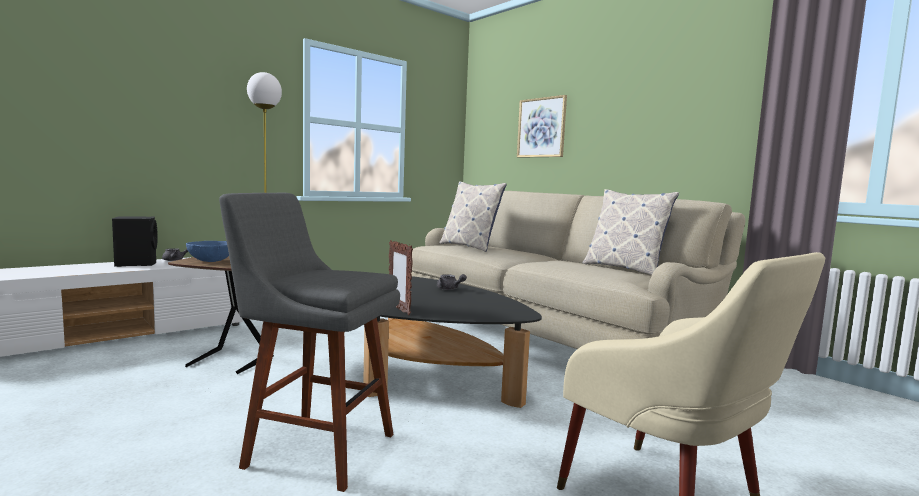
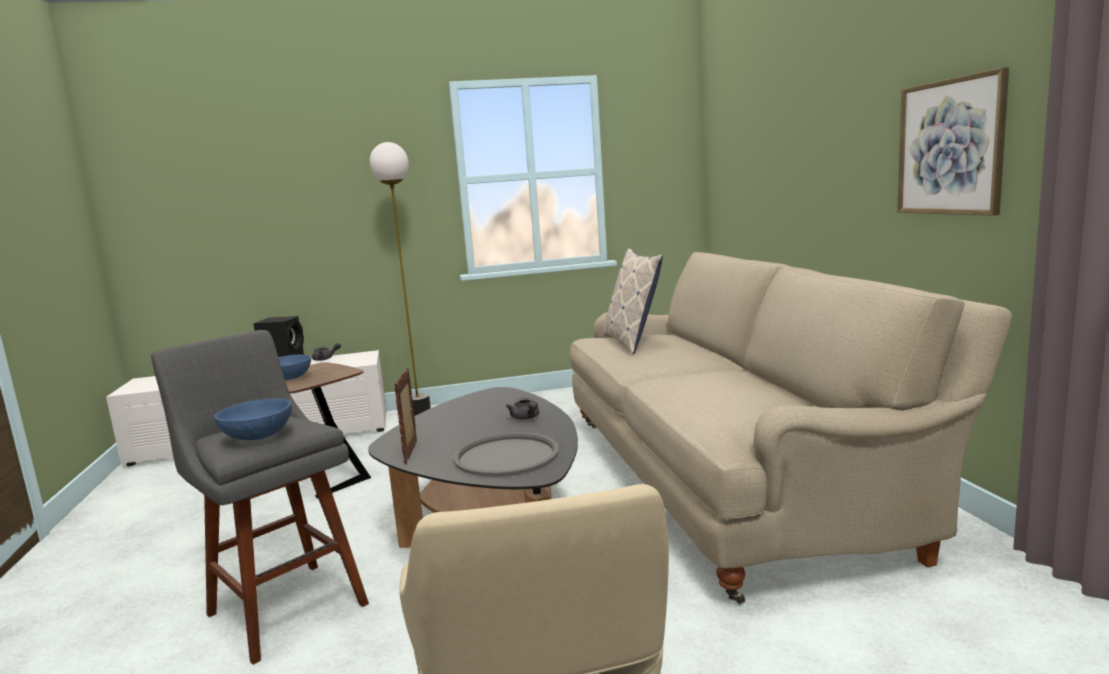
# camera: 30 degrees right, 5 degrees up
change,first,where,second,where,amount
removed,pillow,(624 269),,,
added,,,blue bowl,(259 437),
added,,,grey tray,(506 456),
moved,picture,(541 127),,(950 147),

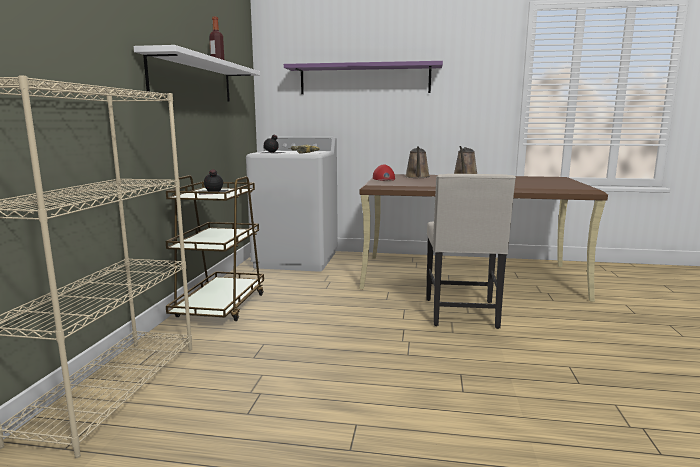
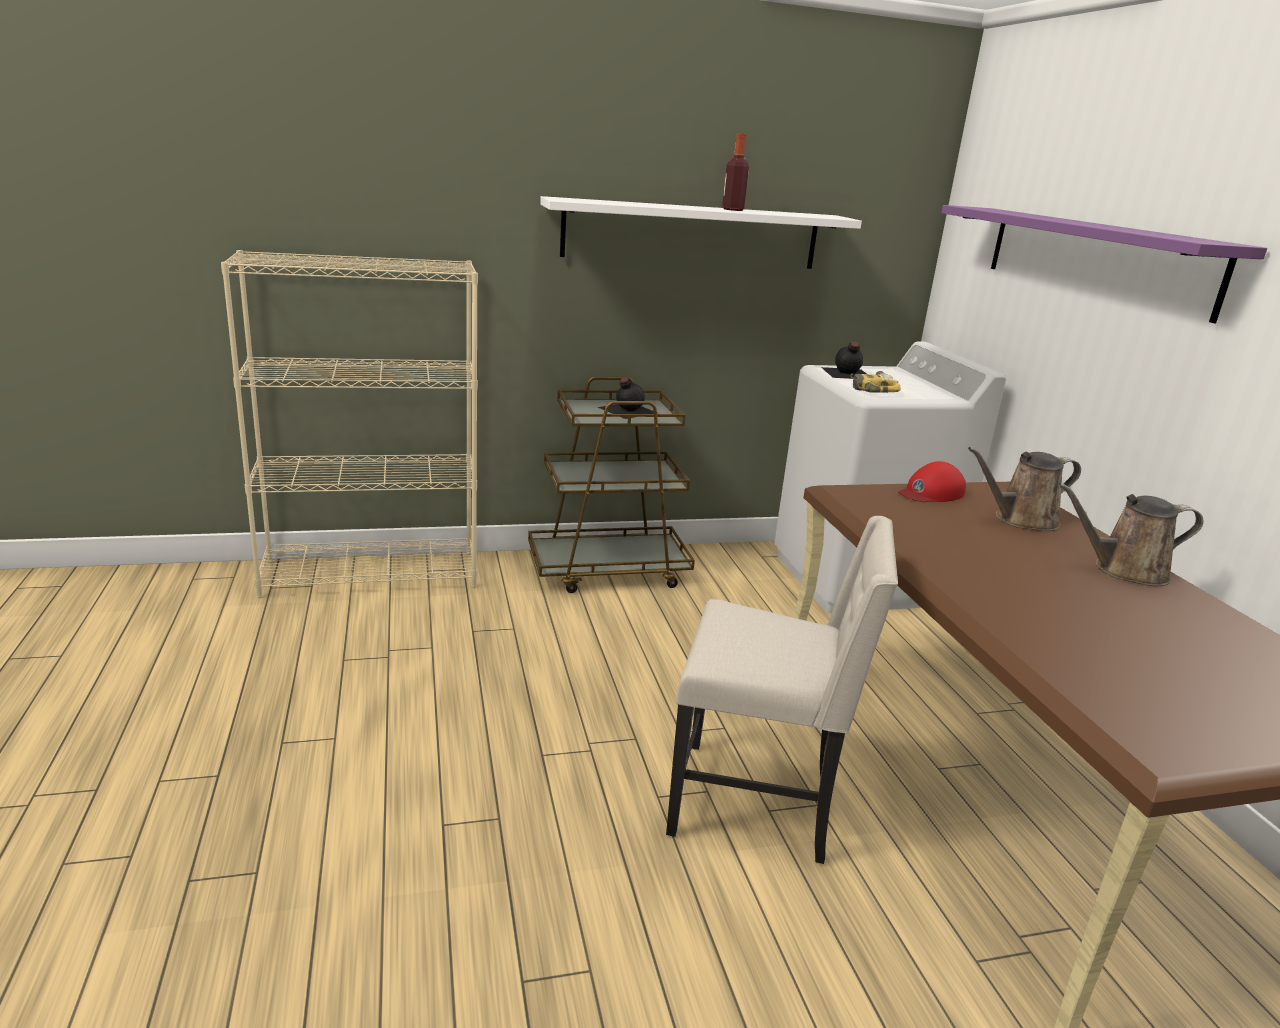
# camera: 65 degrees right, 10 degrees up
change,first,where,second,where,amount
turned,beige chair,(462 314),,(756 803),150 degrees counterclockwise

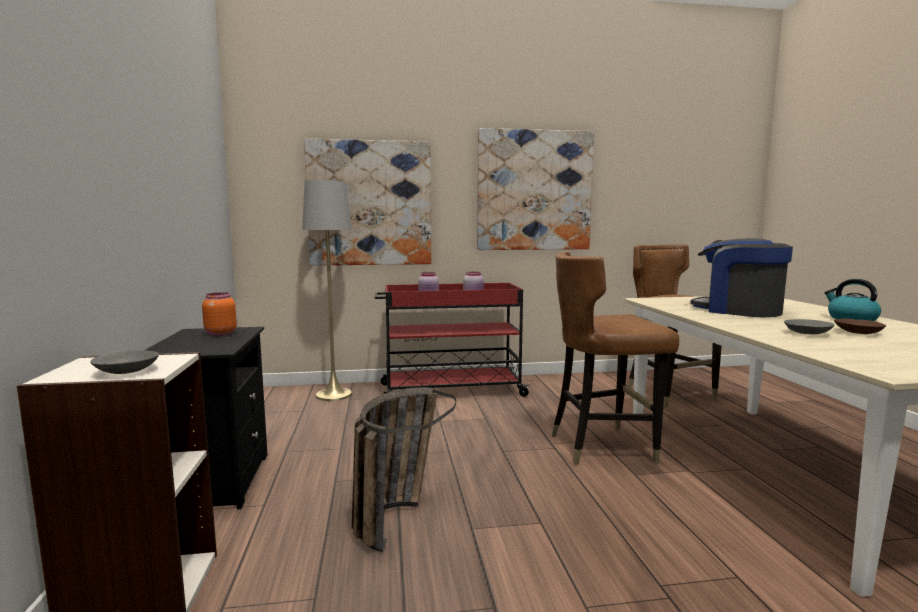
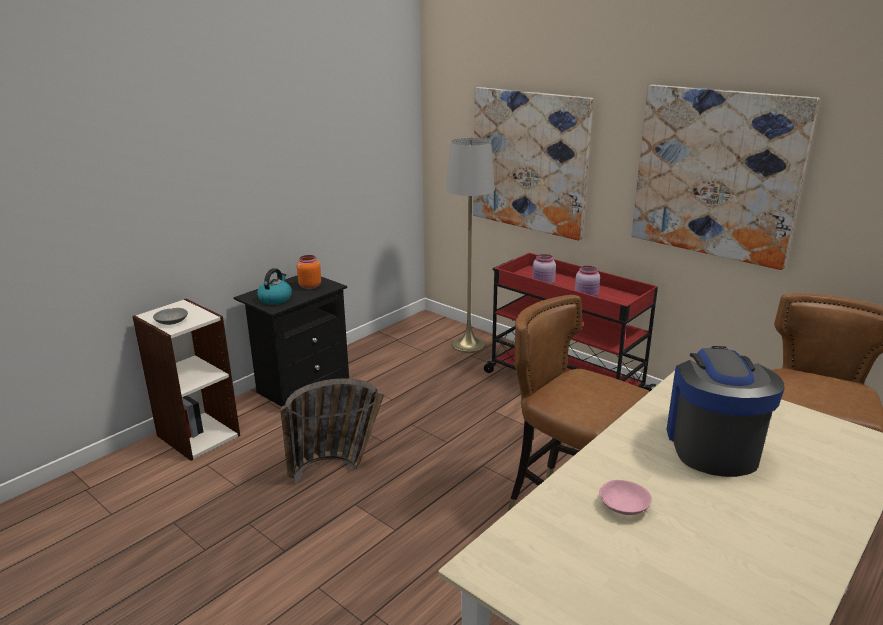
# camera: 50 degrees right, 15 degrees up
change,first,where,second,where,amount
removed,brown bowl,(858 332),,,
moved,kettle,(851 319),,(275 299),
recoloured,grey bowl,(806 333),pink bowl,(623 505),

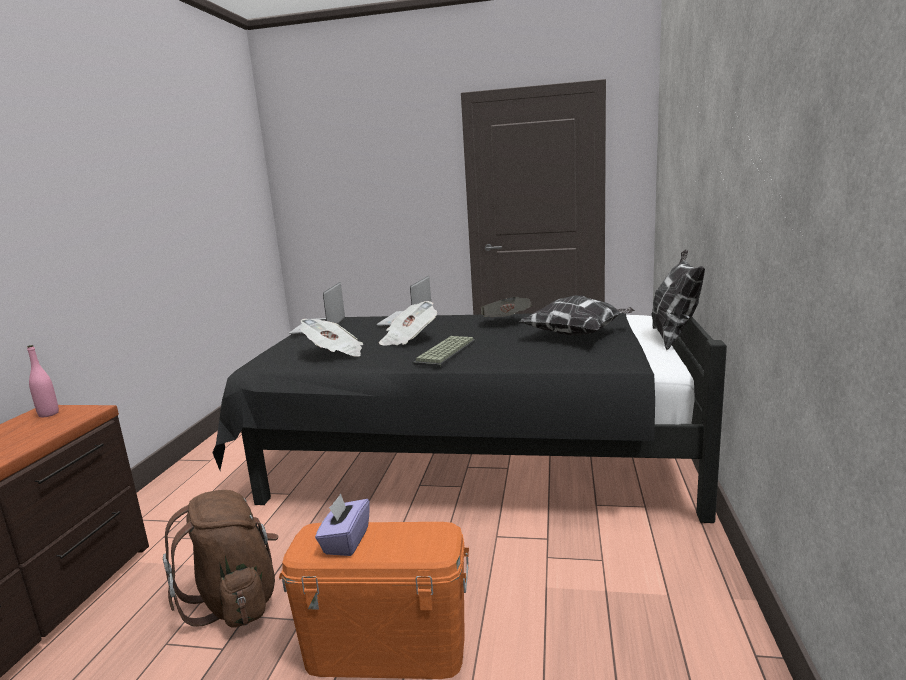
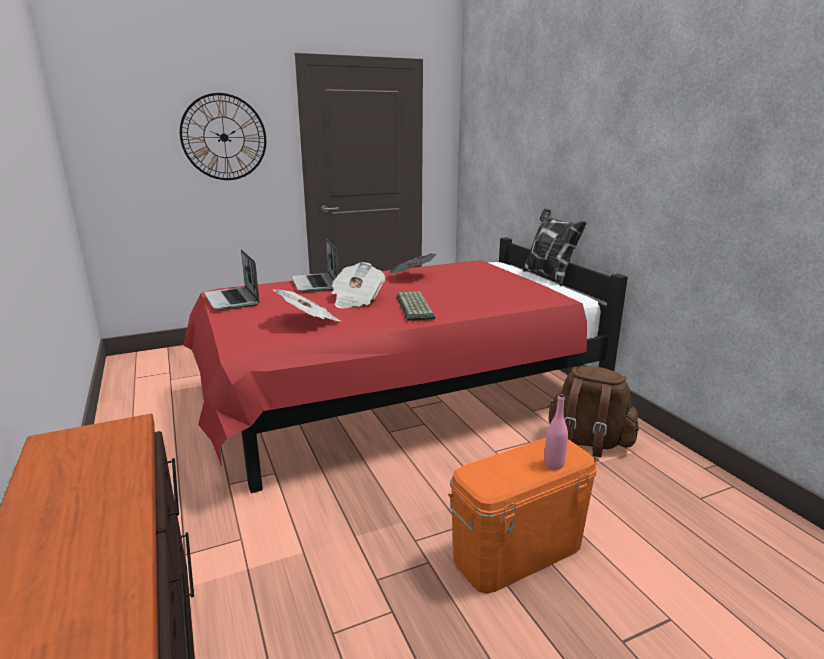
# camera: 35 degrees left, 5 degrees up
change,first,where,second,where,amount
removed,purple tissue box,(345 541),,,
removed,pillow,(578 335),,,
added,,,wall clock,(224 137),
moved,pink bottle,(48 414),,(554 464),
moved,brown backpack,(236 601),,(588 442),
recoloured,black bed,(467 452),red bed,(395 396),

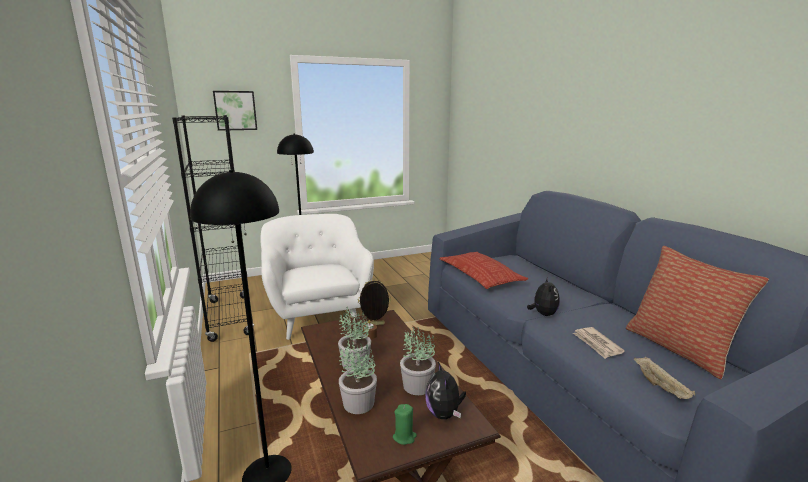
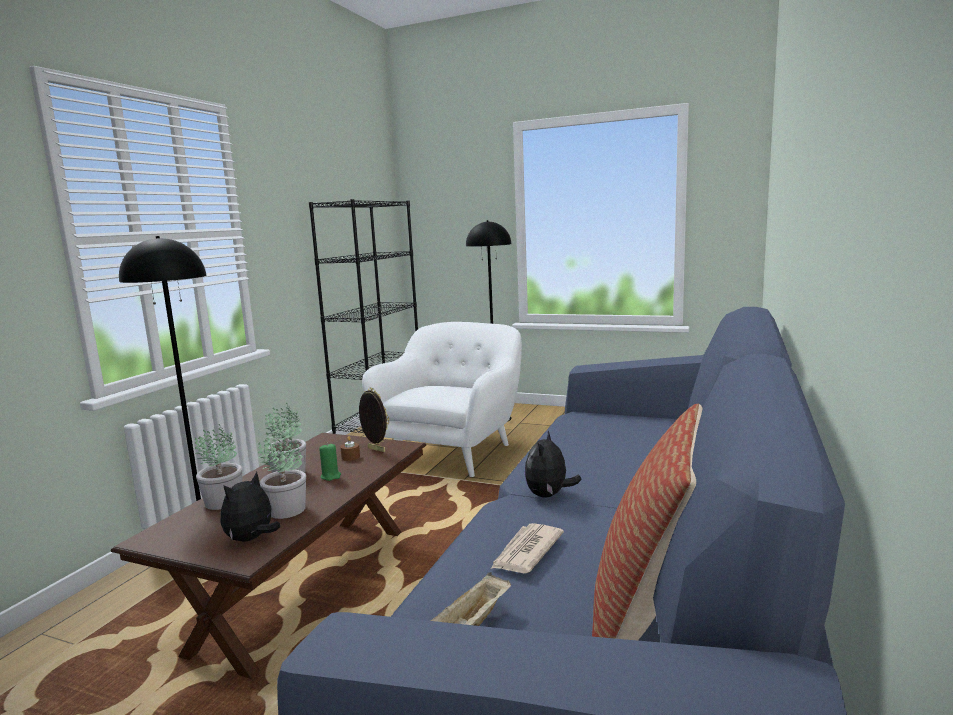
# camera: 45 degrees right, 5 degrees down
change,first,where,second,where,amount
removed,picture,(235 110),,,
removed,pillow,(480 275),,,
moved,green candle,(404 437),,(331 476),
turned,plush toy,(543 314),,(549 495),150 degrees clockwise

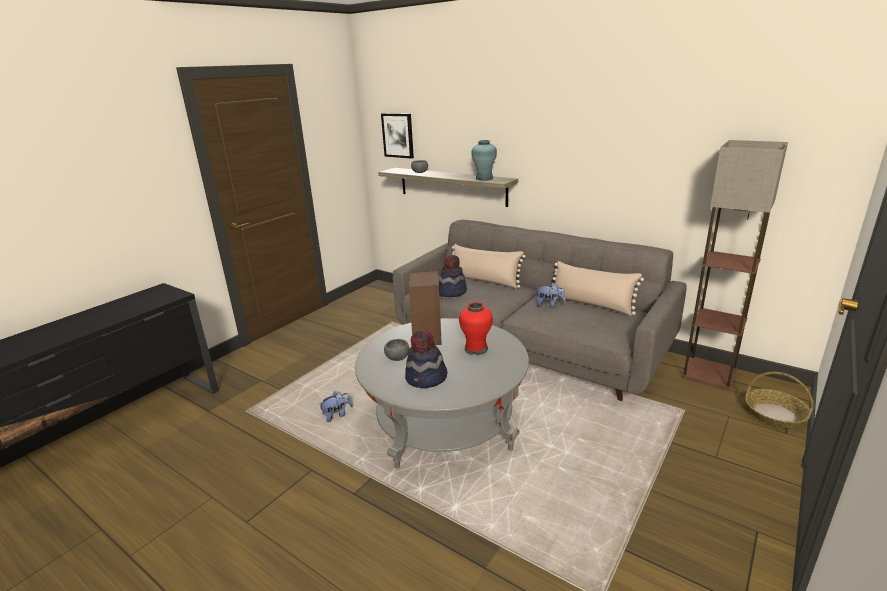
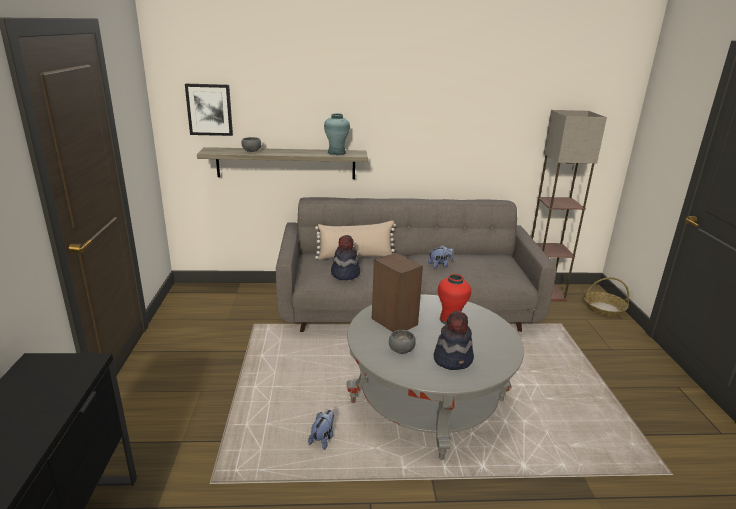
# camera: 40 degrees left, 0 degrees up
change,first,where,second,where,amount
removed,beige pillow,(591 304),,,

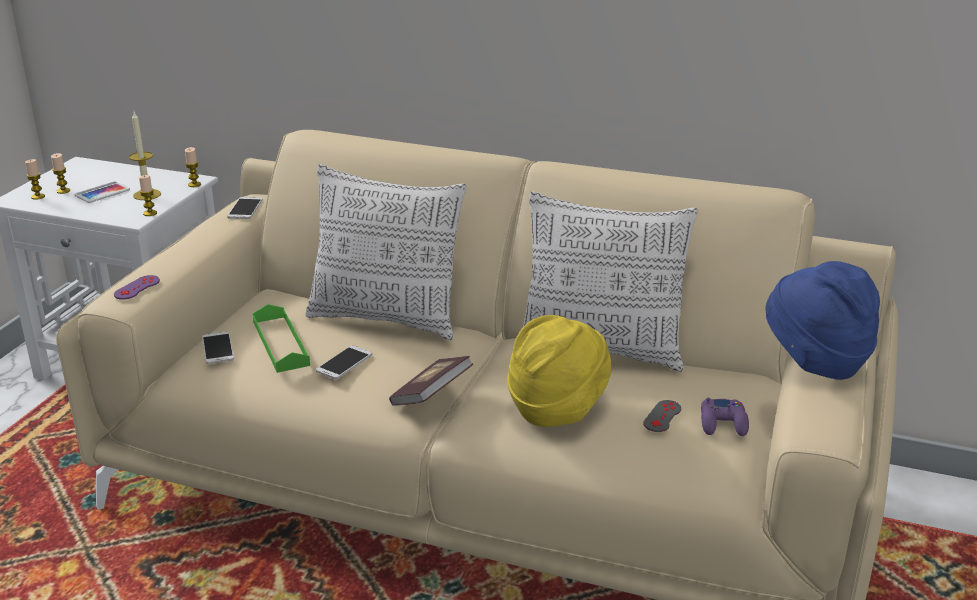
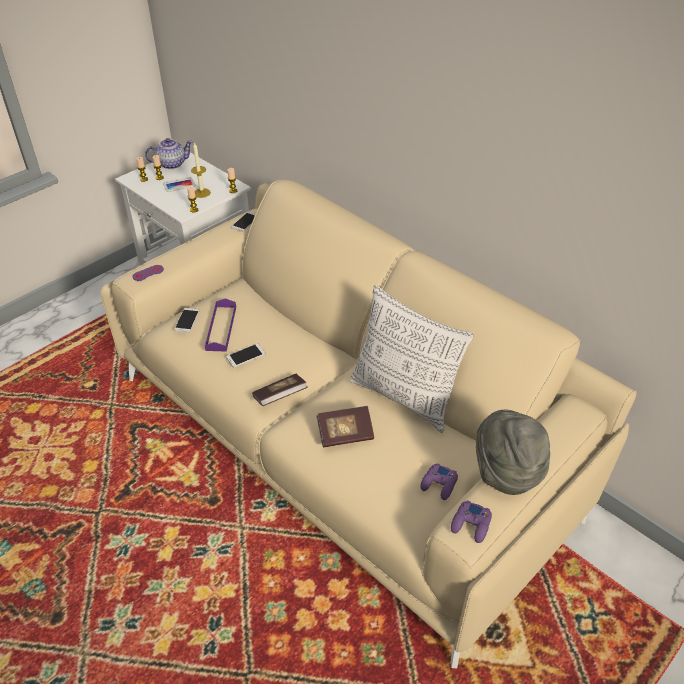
# camera: 25 degrees right, 15 degrees up
change,first,where,second,where,amount
removed,pillow,(386 318),,,
removed,grey game controller,(662 416),,,
added,,,teapot,(171 164),
added,,,purple game controller,(471 524),
replaced,yellow hat,(557 408),book,(345 434),
recoloured,green tray,(280 343),purple tray,(221 328),
recoloured,blue hat,(815 361),grey hat,(506 471),

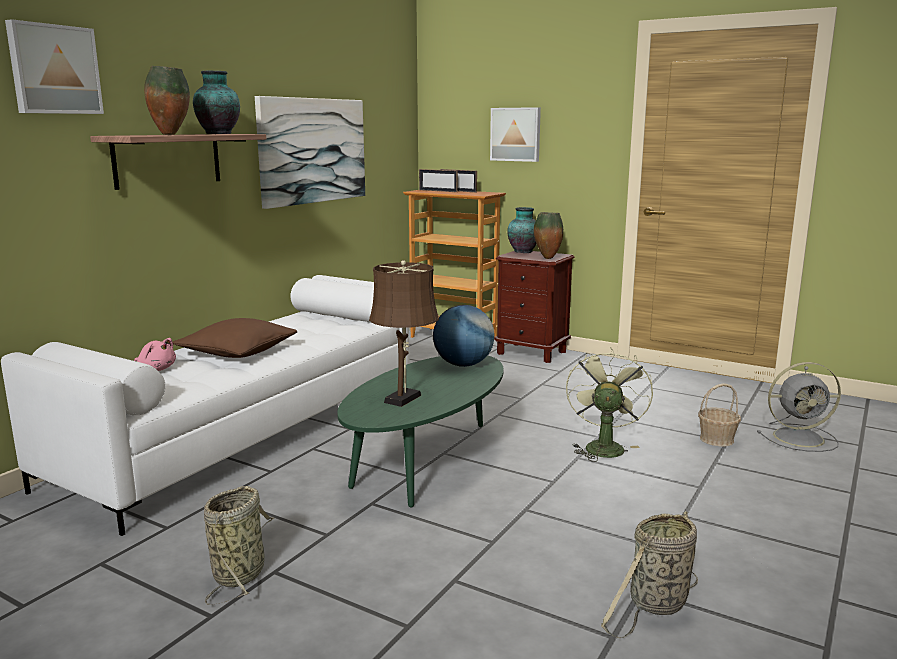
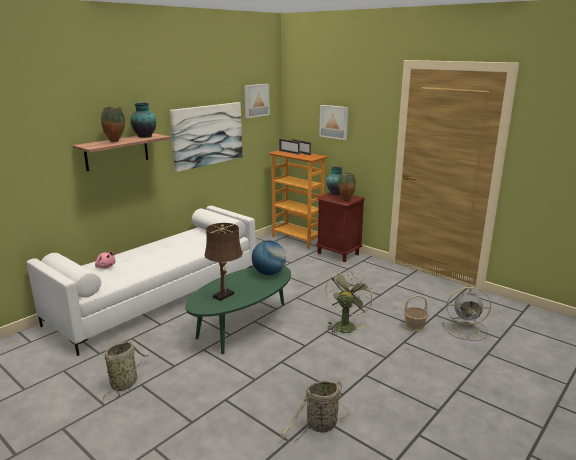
# camera: 10 degrees right, 5 degrees up
change,first,where,second,where,amount
removed,brown pillow,(238 352),,,
moved,picture,(54 69),,(255 100),

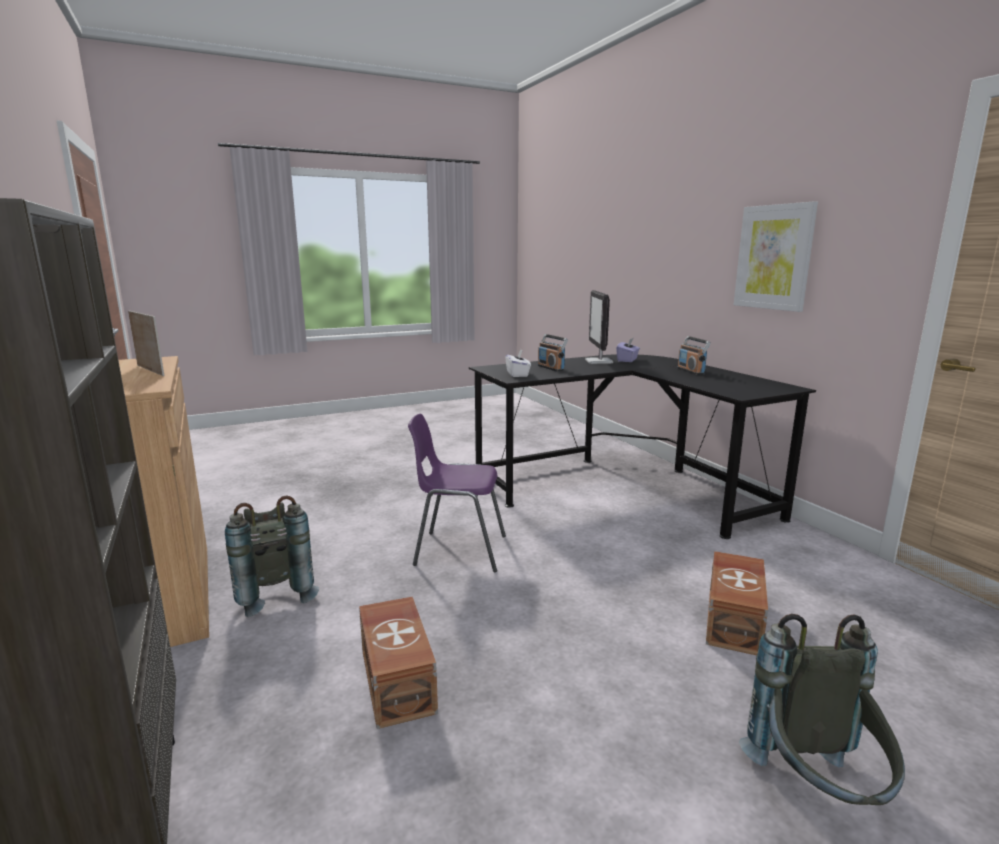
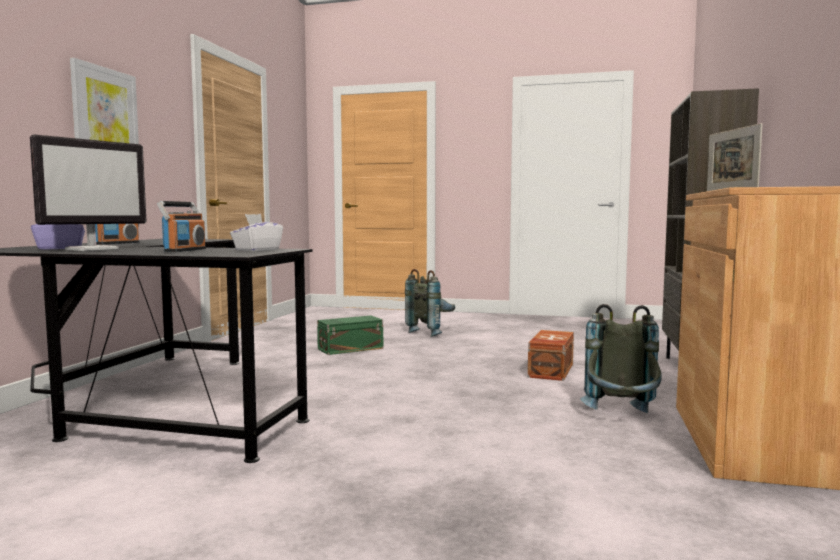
# camera: 140 degrees left, 10 degrees down
change,first,where,second,where,amount
removed,purple chair,(458 550),,,
recoloured,brown storage box,(735 620),green storage box,(349 348),

